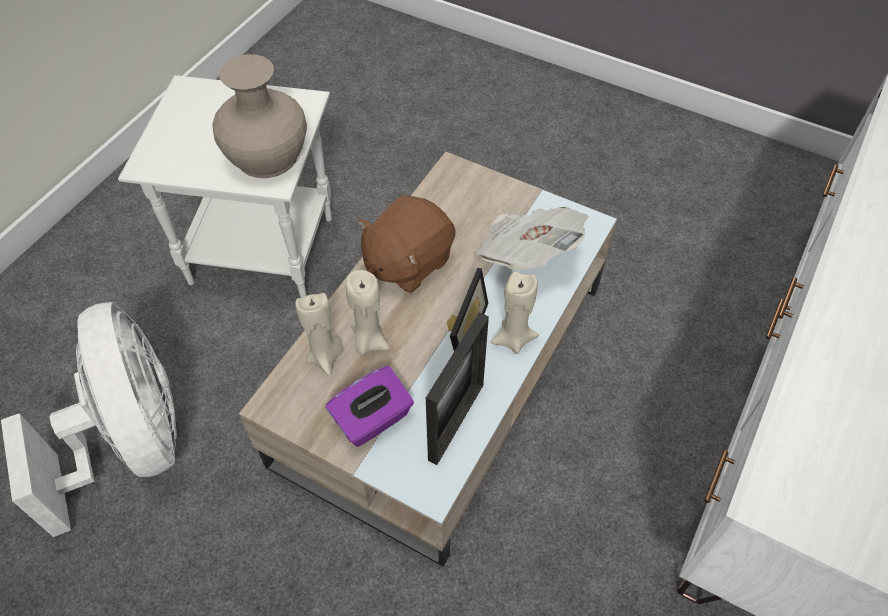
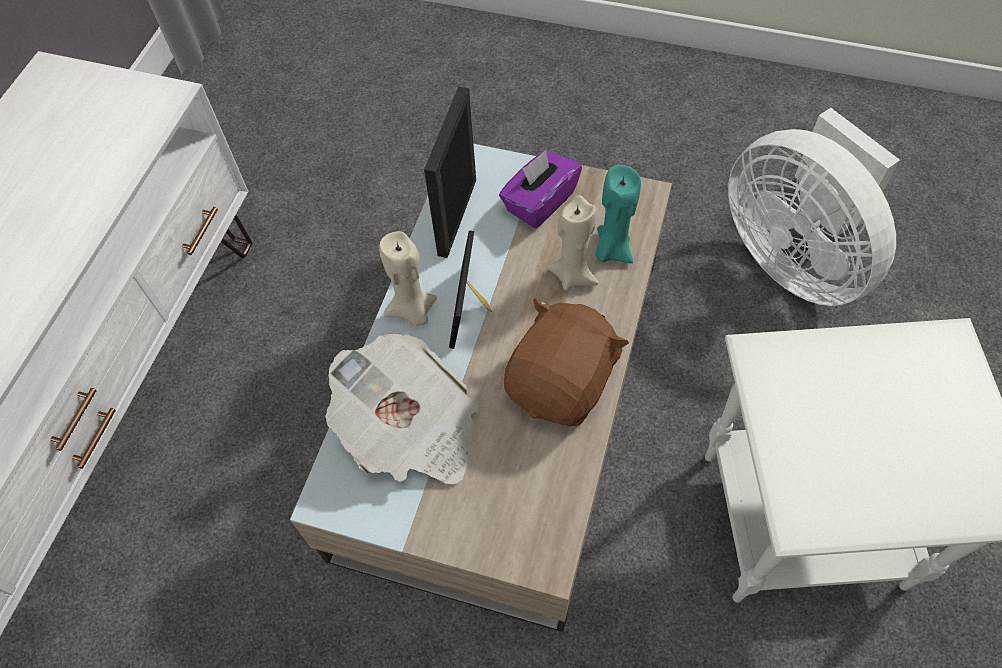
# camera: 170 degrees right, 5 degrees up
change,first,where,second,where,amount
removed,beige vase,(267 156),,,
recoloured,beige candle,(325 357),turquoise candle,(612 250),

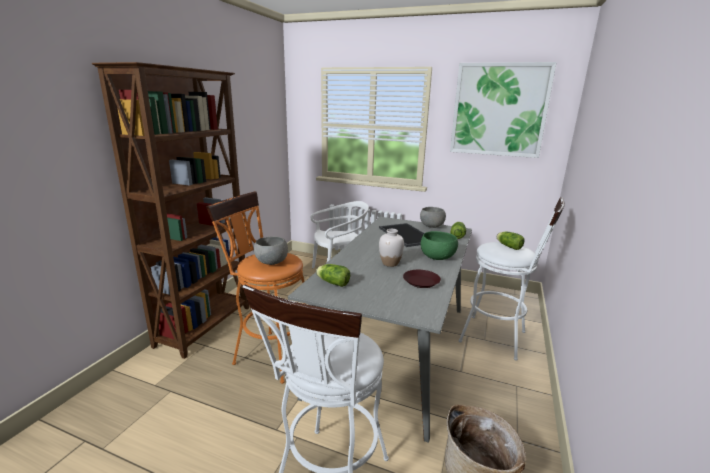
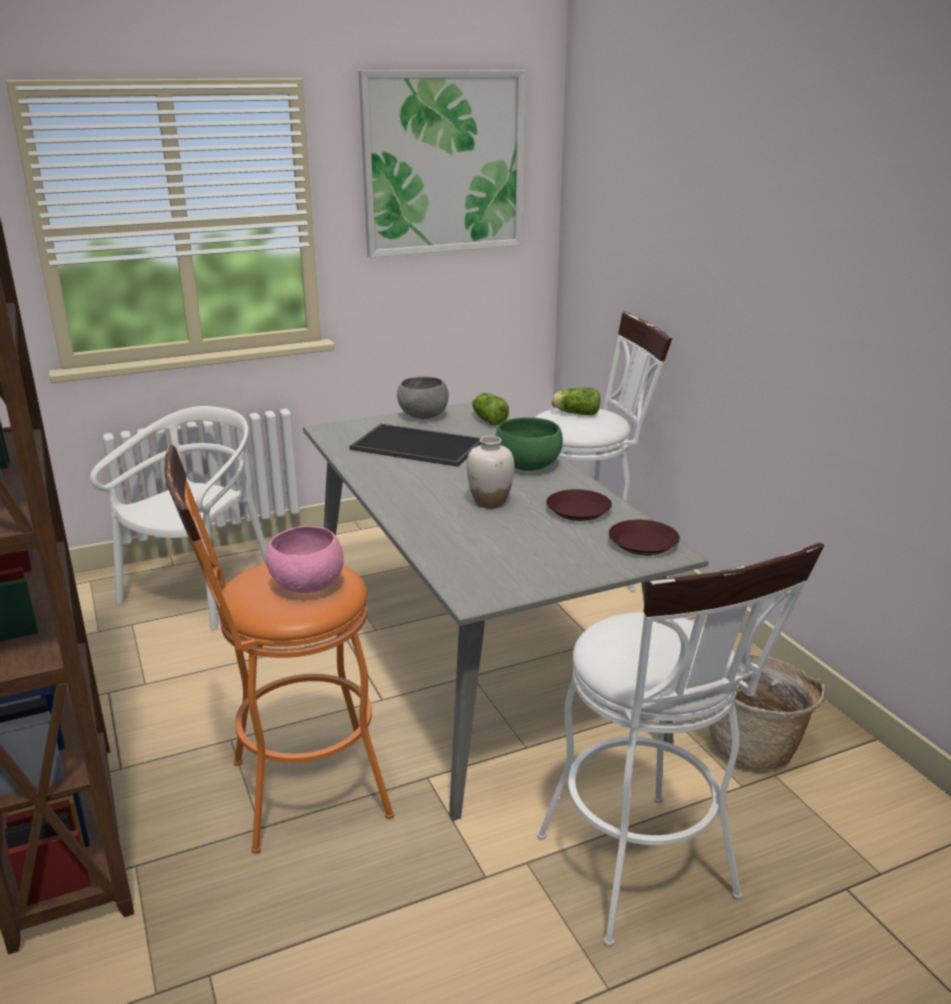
# camera: 45 degrees left, 5 degrees up
change,first,where,second,where,amount
removed,lettuce,(332 282),,,
added,,,brown plate,(643 543),
recoloured,grey bowl,(271 262),pink bowl,(308 586),

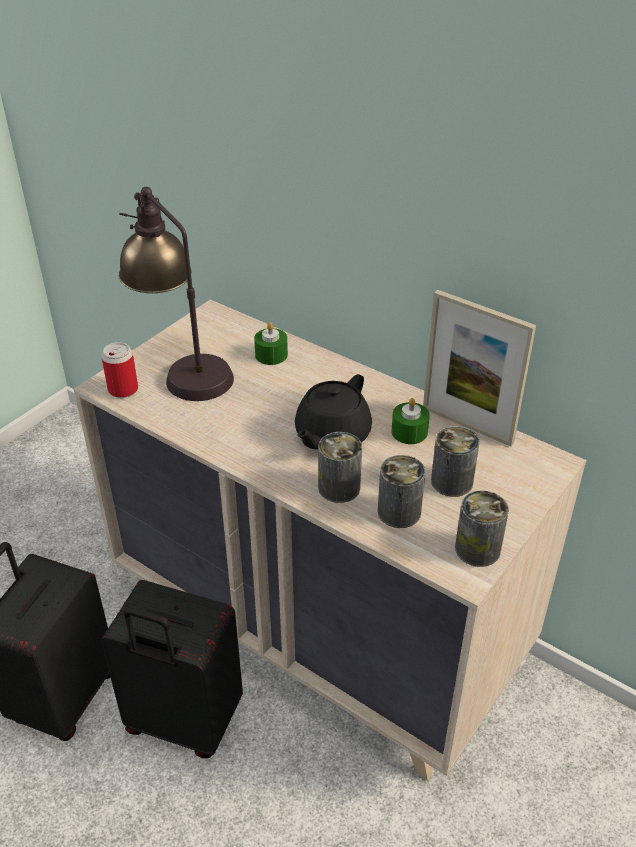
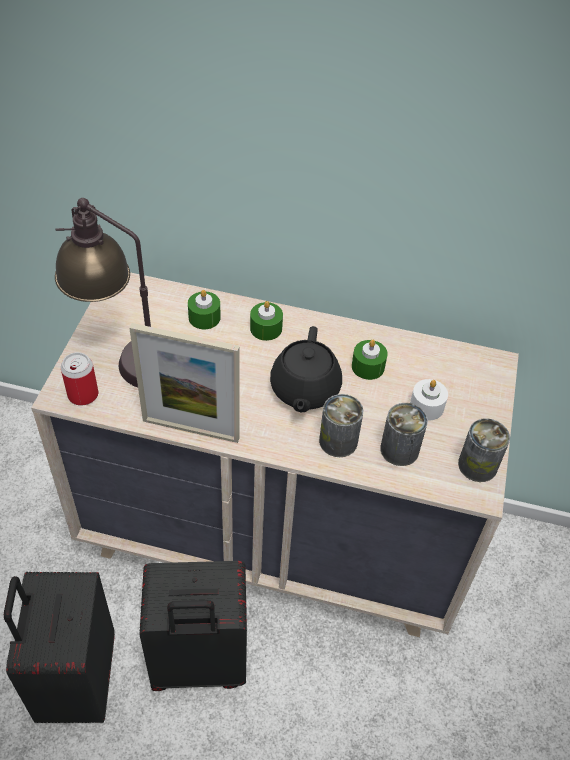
# camera: 25 degrees left, 10 degrees up
change,first,where,second,where,amount
added,,,green candle,(266 328),
moved,picture frame,(467 425),,(191 429),
replaced,can,(452 481),white candle,(426 406),

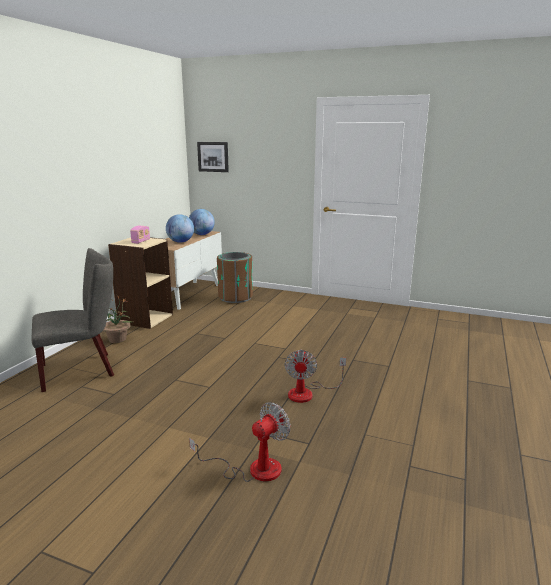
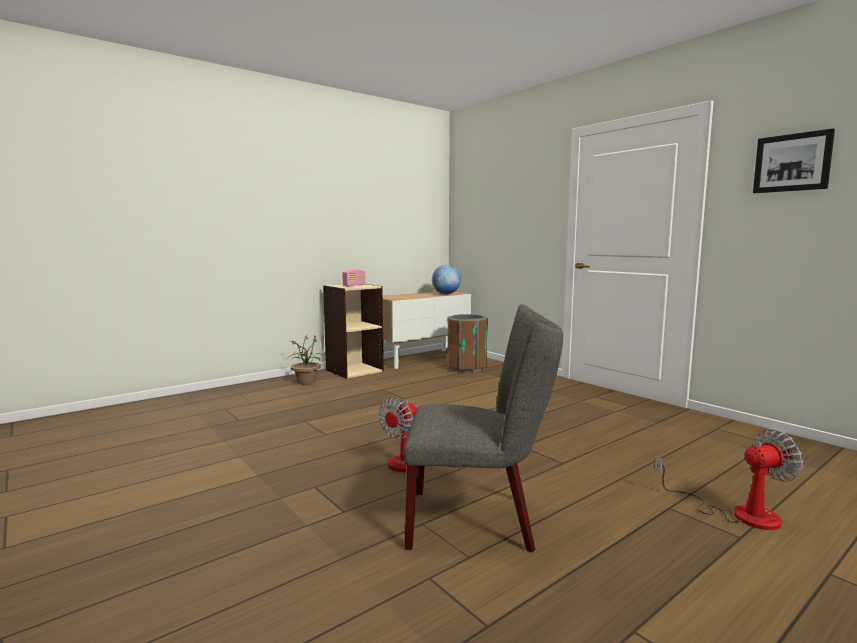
# camera: 30 degrees right, 10 degrees down
change,first,where,second,where,amount
removed,globe,(180 242),,,
moved,grey chair,(82 369),,(479 520),
moved,fan,(253 469),,(738 513),
moved,picture,(213 156),,(792 163),

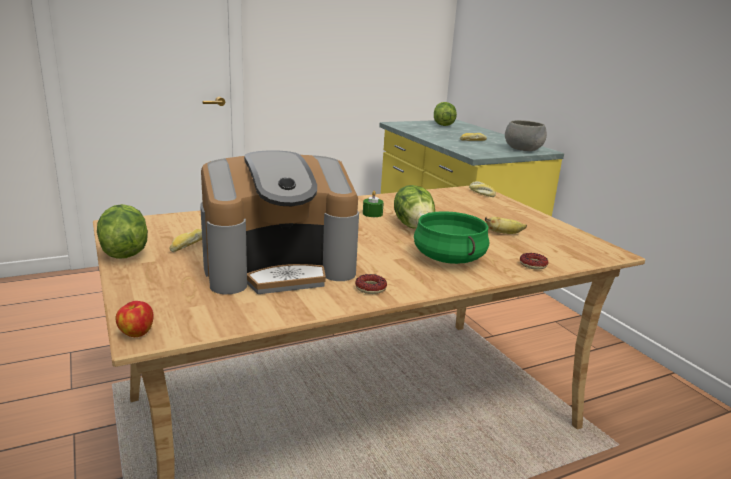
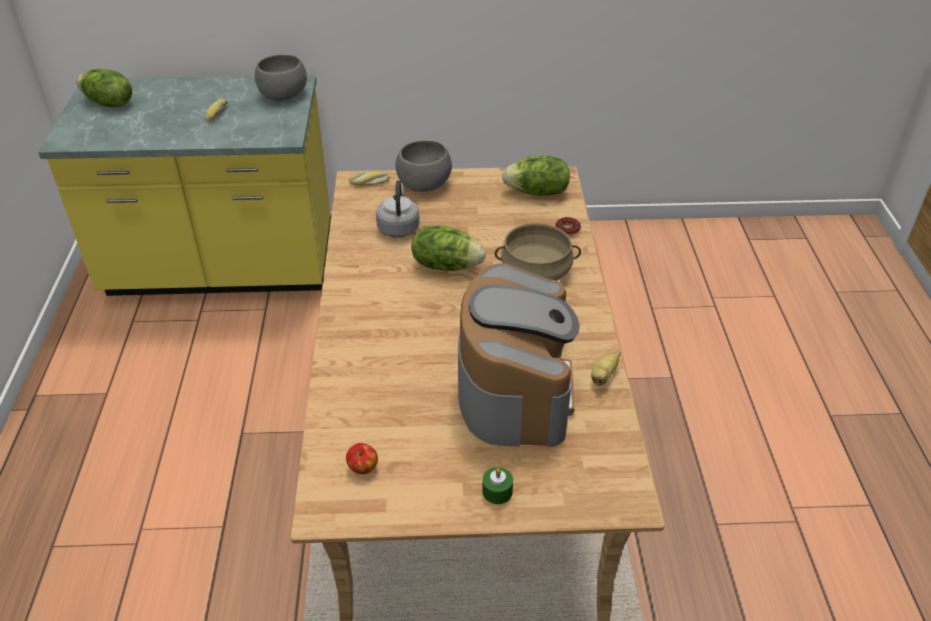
# camera: 65 degrees left, 20 degrees up
change,first,where,second,where,amount
removed,bread,(188 245),,,
removed,donut,(370 288),,,
added,,,grey kettle,(398 227),
added,,,grey bowl,(424 184),
moved,lettuce,(123 251),,(537 192),
moved,apple,(136 333),,(363 468),
moved,green candle,(372 214),,(497 491),
moved,banana,(504 233),,(604 376),
recoloured,green cooking pot,(448 258),beige cooking pot,(535 272),

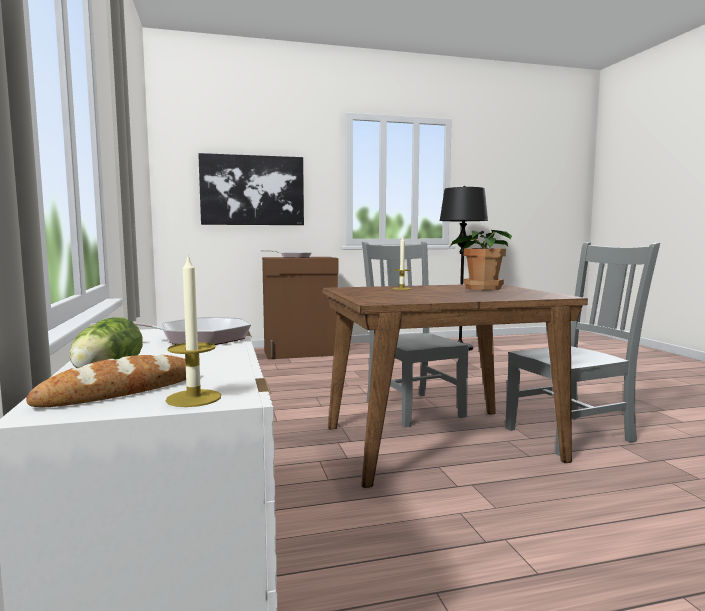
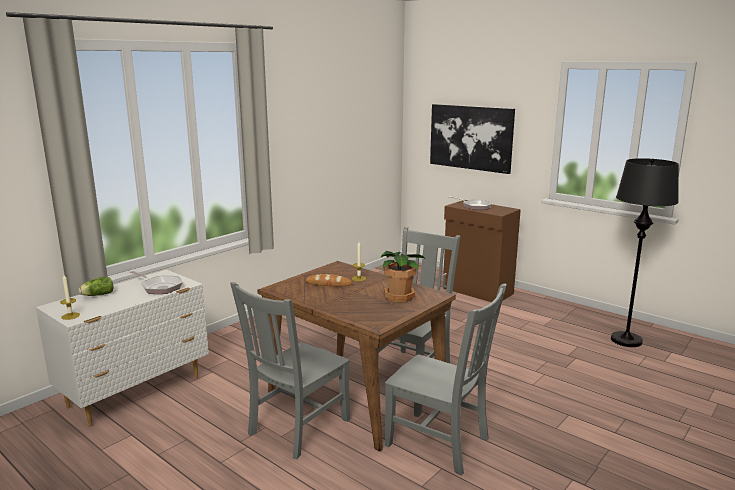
# camera: 55 degrees right, 10 degrees up
change,first,where,second,where,amount
added,,,grey chair,(297 428),
moved,bread,(121 391),,(328 284),

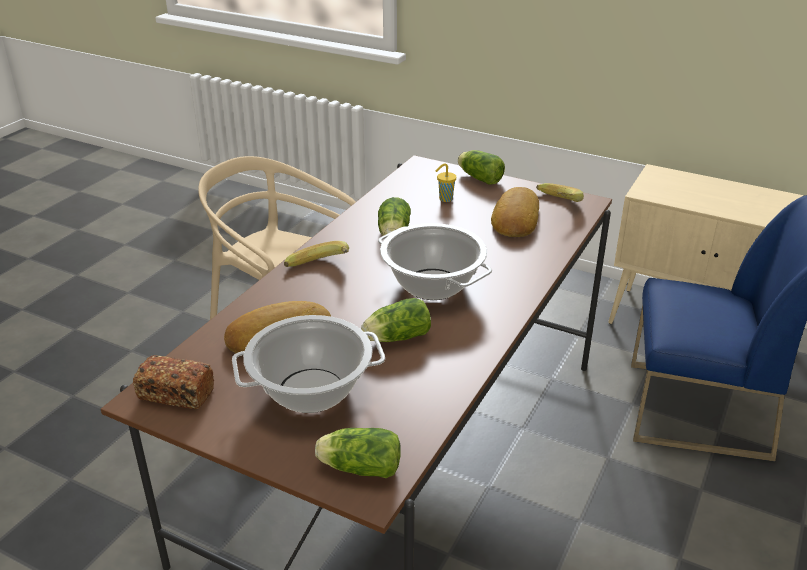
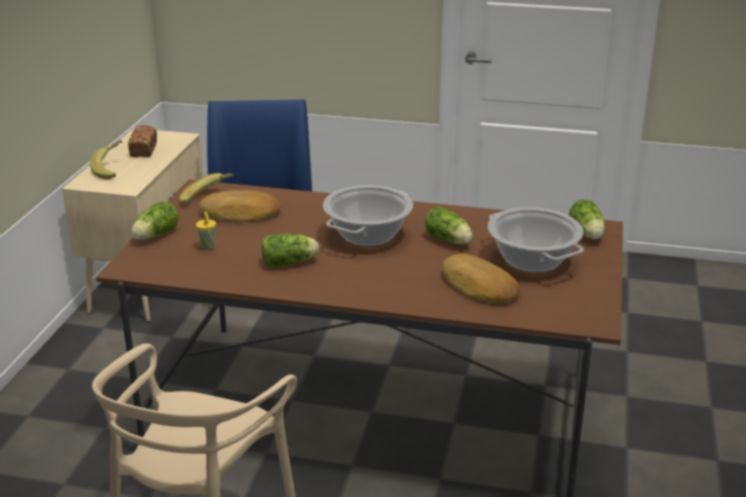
# camera: 105 degrees left, 5 degrees down
change,first,where,second,where,amount
moved,bread,(176 394),,(144 150),
moved,banana,(321 270),,(112 170),

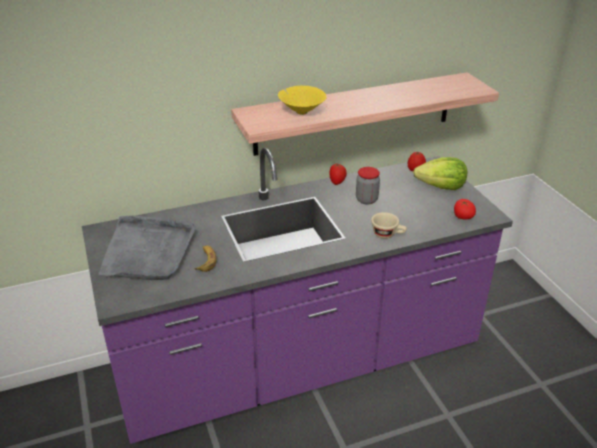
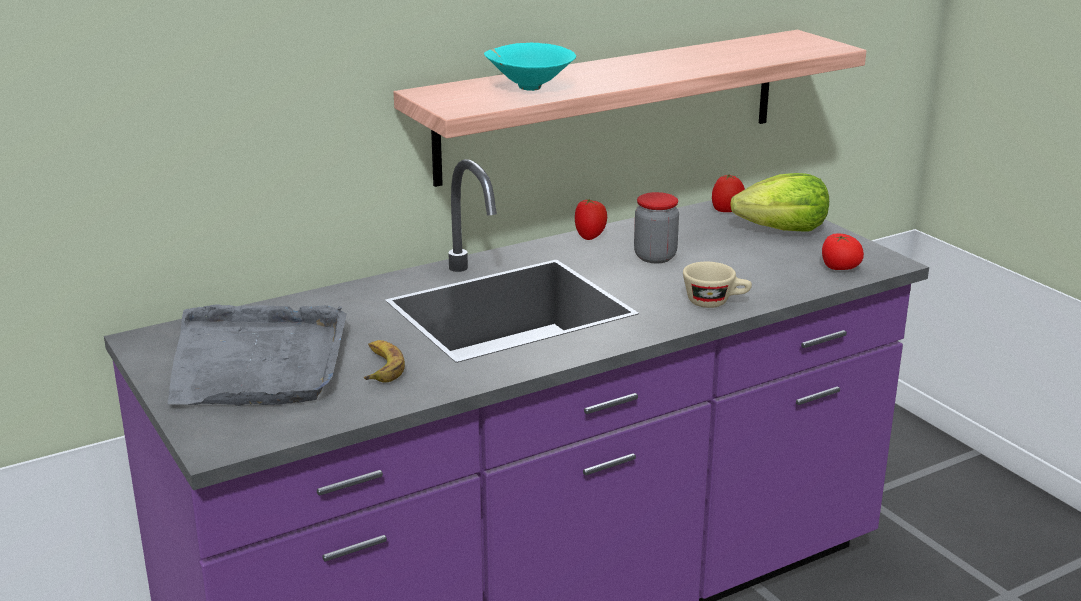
# camera: 10 degrees left, 10 degrees down
change,first,where,second,where,amount
recoloured,yellow bowl,(301 112),turquoise bowl,(528 87),

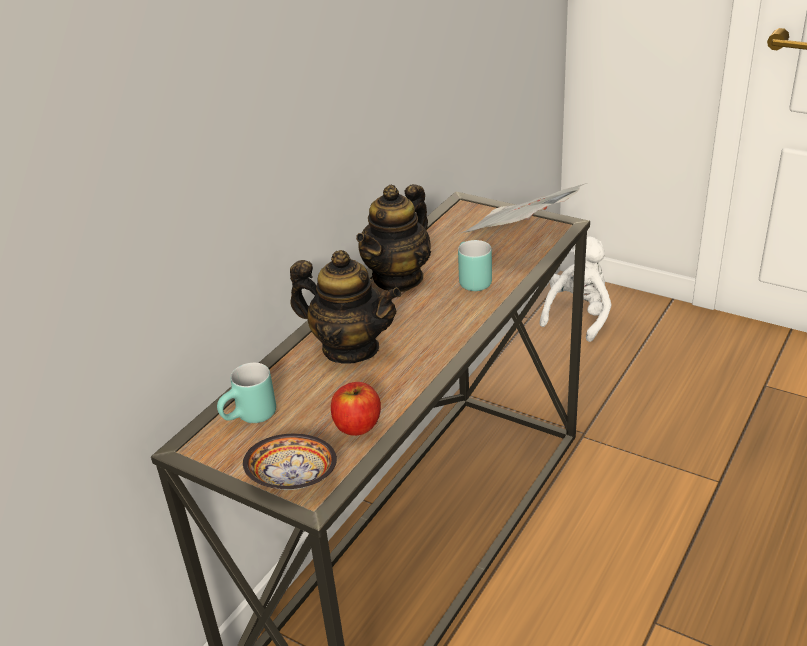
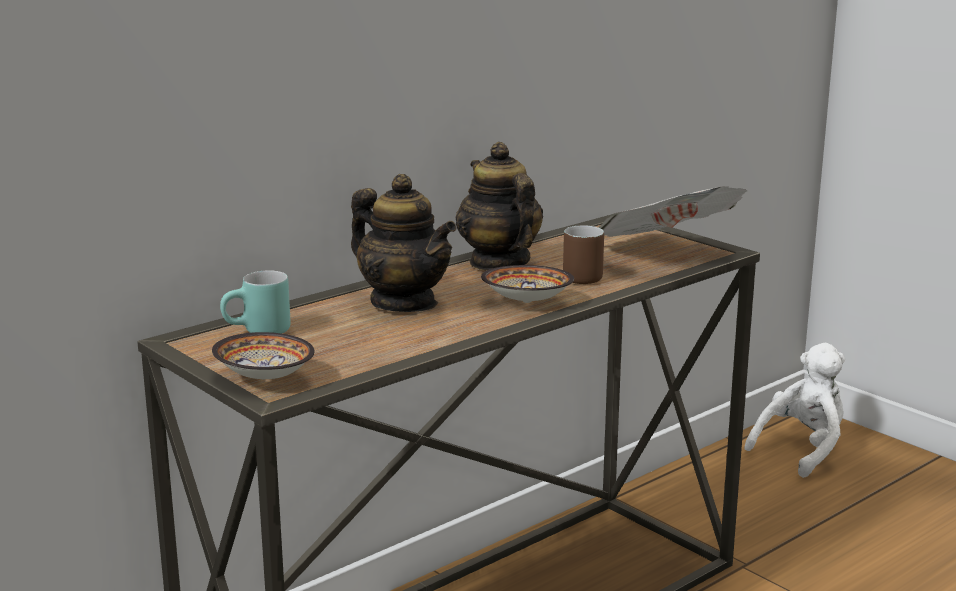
# camera: 15 degrees right, 15 degrees down
change,first,where,second,where,amount
removed,apple,(357 425),,,
added,,,bowl,(528 302),
recoloured,turquoise mug,(470 281),brown mug,(578 276),
turned,teapot,(398 278),,(499 262),105 degrees clockwise

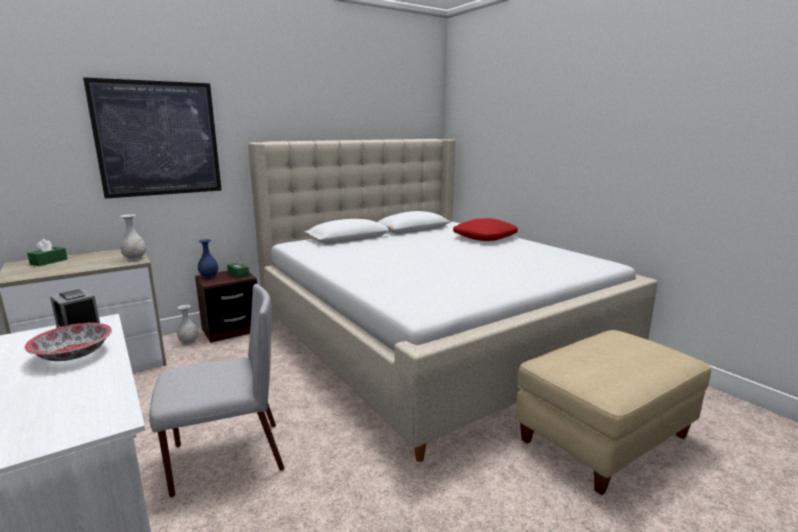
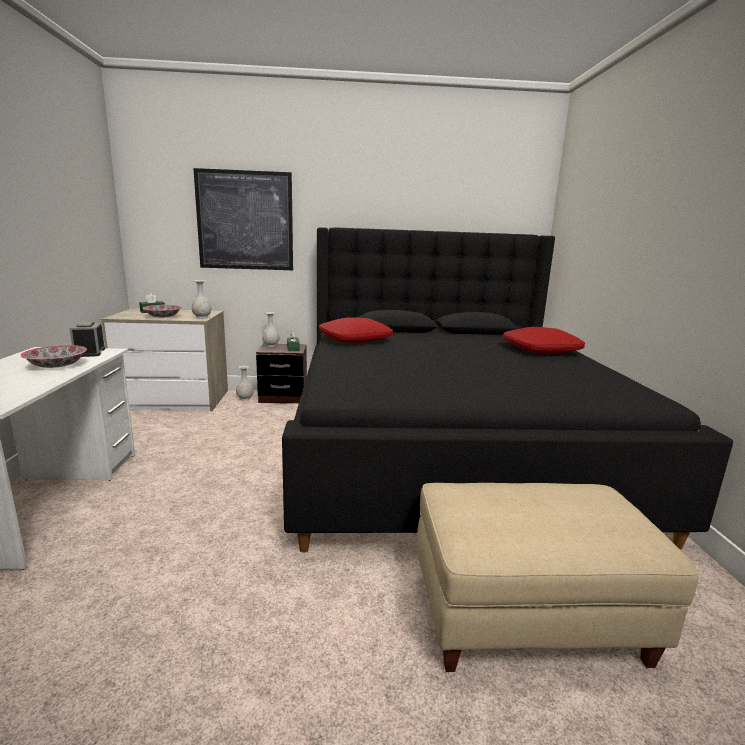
# camera: 30 degrees right, 0 degrees up
change,first,where,second,where,amount
removed,grey chair,(225 458),,,
added,,,bowl,(163 317),
added,,,red pillow,(355 339),
recoloured,blue vase,(209 276),white vase,(271 345),
recoloured,beige bed,(433 337),black bed,(449 448),

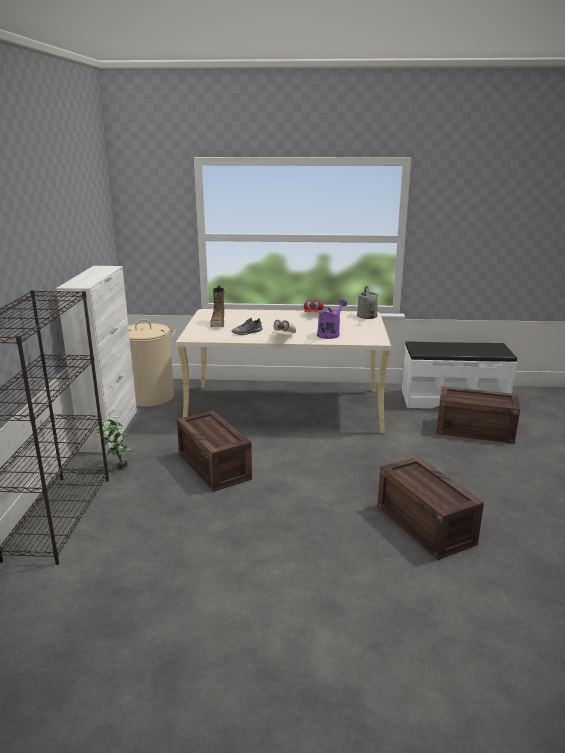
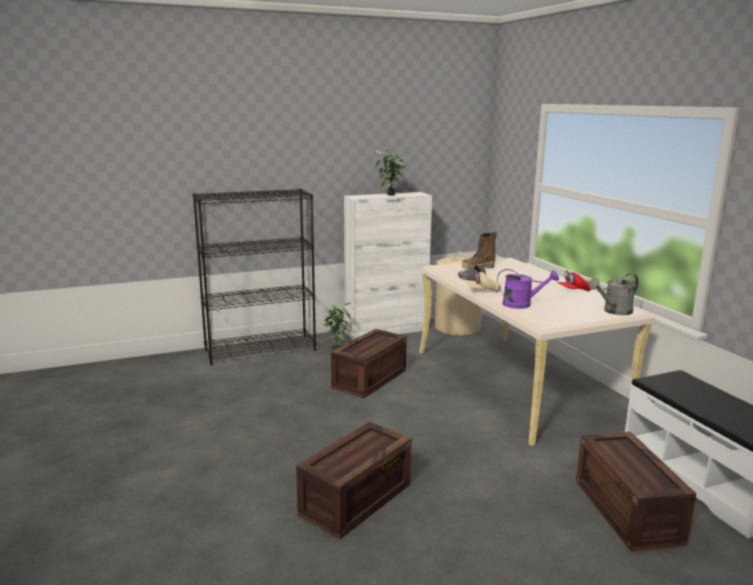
# camera: 65 degrees right, 5 degrees down
change,first,where,second,where,amount
added,,,potted plant,(390 196),

